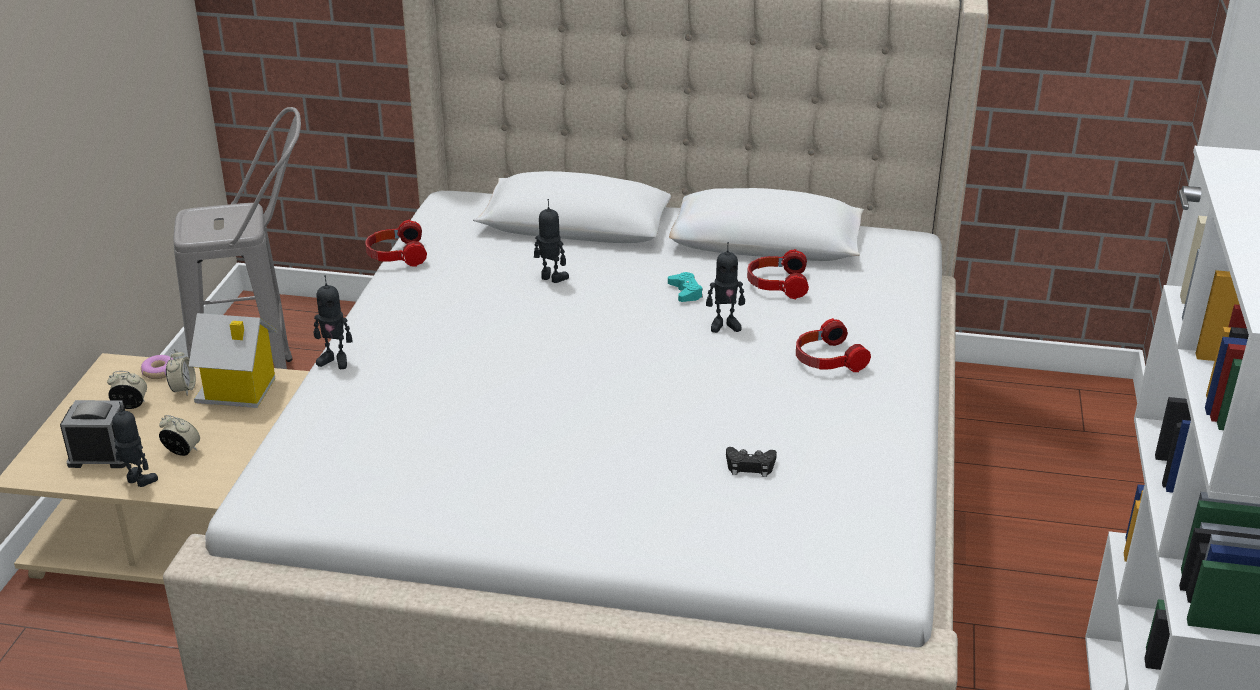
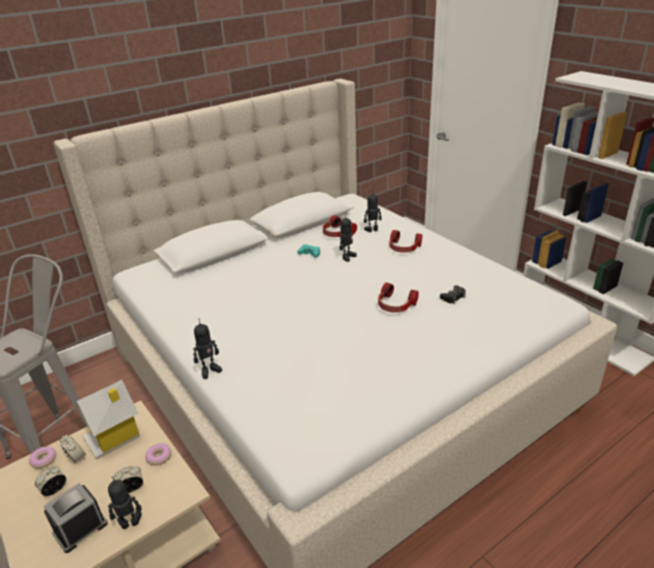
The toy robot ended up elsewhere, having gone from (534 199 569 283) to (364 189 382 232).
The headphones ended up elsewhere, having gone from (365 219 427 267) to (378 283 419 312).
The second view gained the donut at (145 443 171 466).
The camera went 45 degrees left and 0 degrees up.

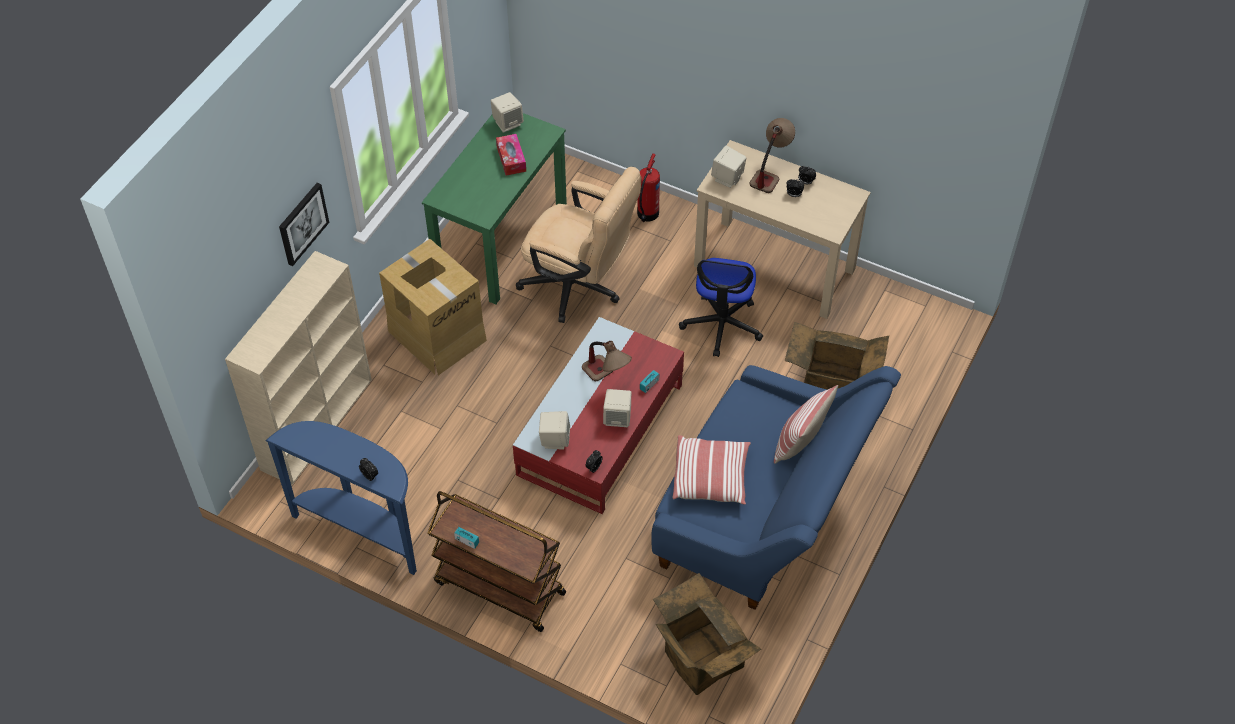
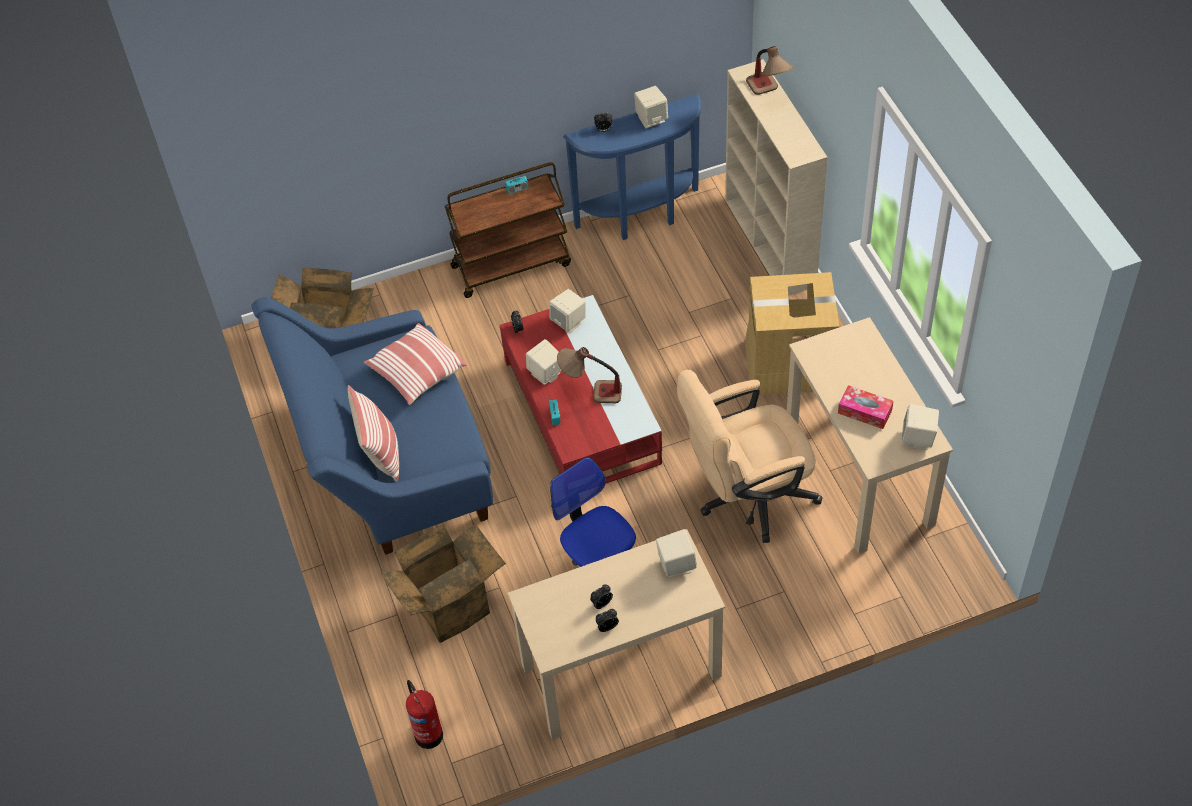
What was the green desk at (422 113 567 304) turned into the beige desk at (787 317 953 554).
The table lamp ended up elsewhere, having gone from (750 118 795 193) to (746 46 793 95).
The fire extinguisher ended up elsewhere, having gone from (637 153 660 222) to (406 680 443 749).
The second view lost the picture at (279 183 329 266).
The second view gained the beige speaker at (634 86 668 129).
The camera went 135 degrees right and 0 degrees up.

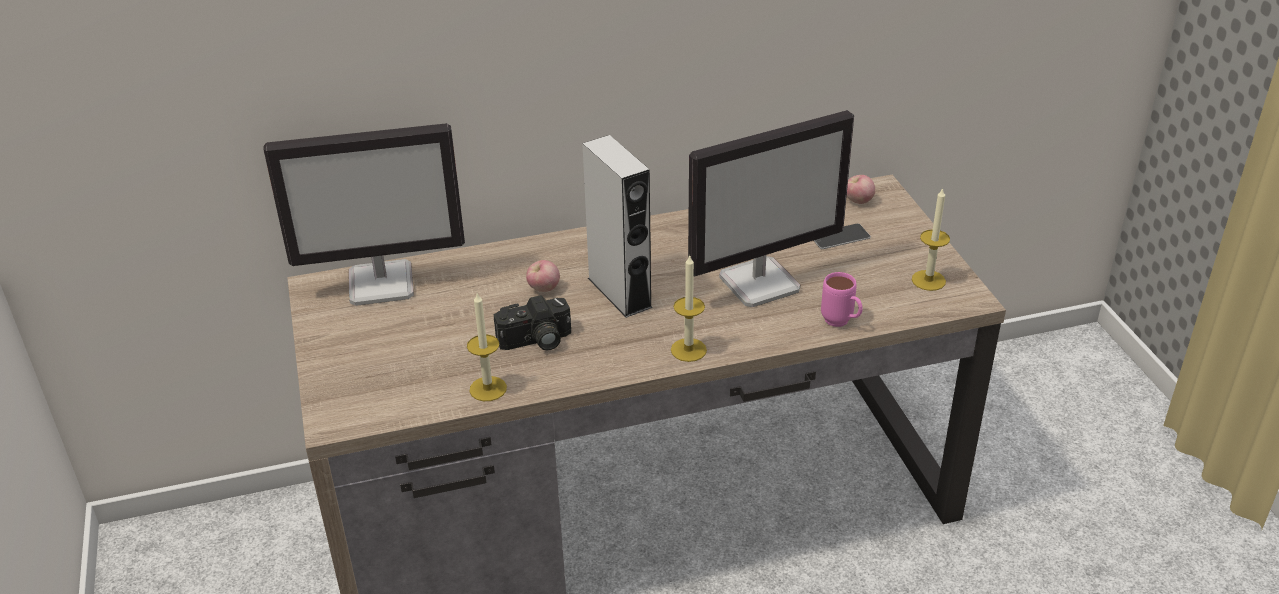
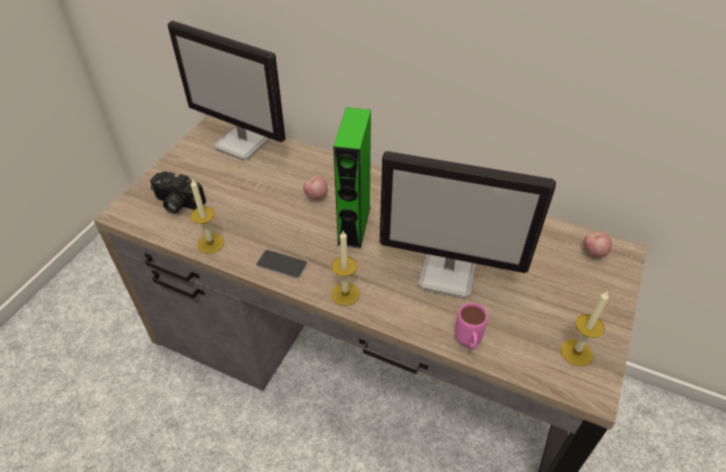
What was the grey speaker at (582 135 653 318) turned into the green speaker at (333 107 371 249).
The phone ended up elsewhere, having gone from (814 223 871 249) to (256 250 308 279).
The photo camera ended up elsewhere, having gone from (494 295 571 350) to (150 171 206 214).
The camera went 40 degrees right and 10 degrees up.

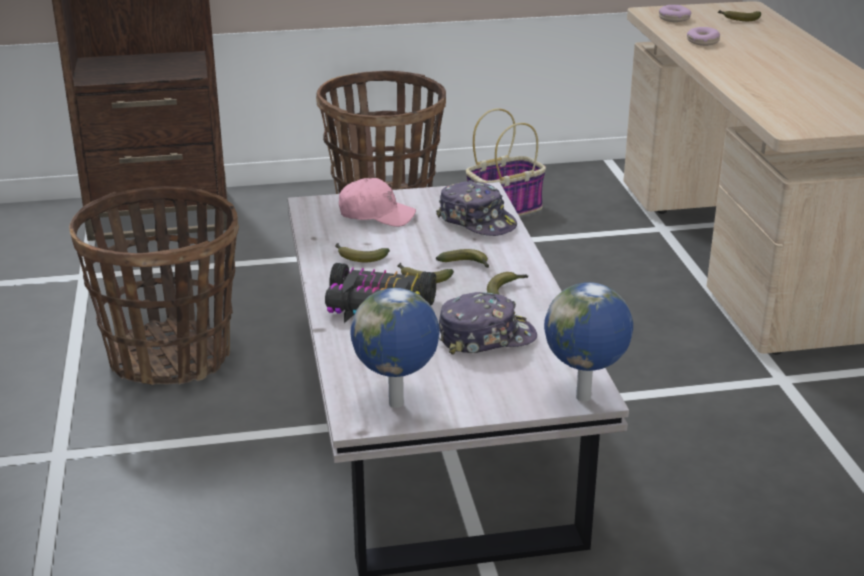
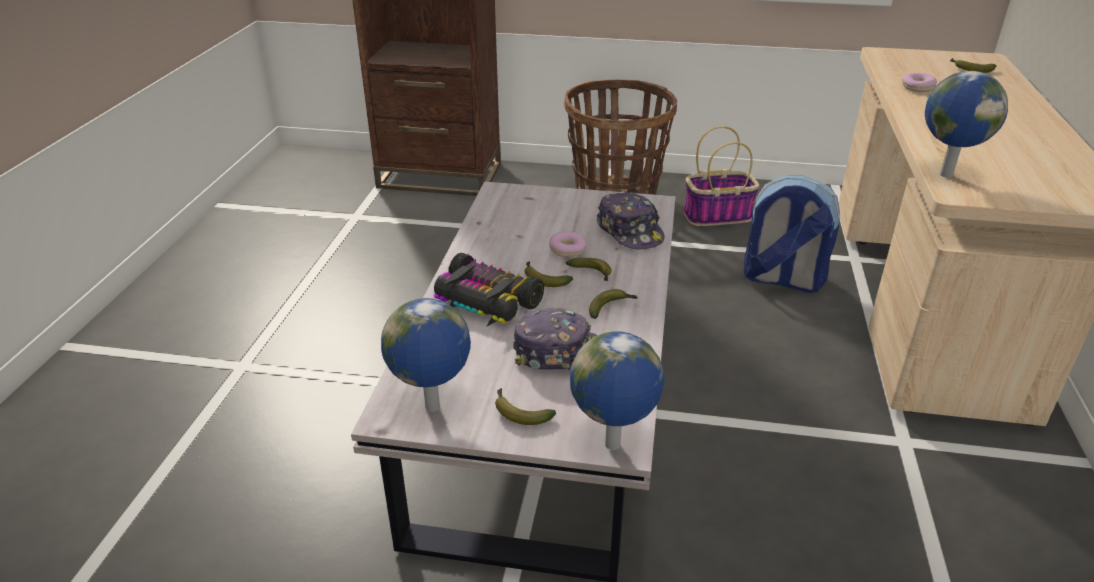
The donut ended up elsewhere, having gone from (659 5 691 22) to (549 231 586 257).
The second view lost the pink cap at (339 178 416 227).
The second view lost the basket at (69 186 239 385).
The banana ended up elsewhere, having gone from (335 243 390 262) to (495 388 556 425).
The second view gained the globe at (925 71 1008 178).
The second view gained the backpack at (744 176 840 293).
The camera went 20 degrees right and 5 degrees up.

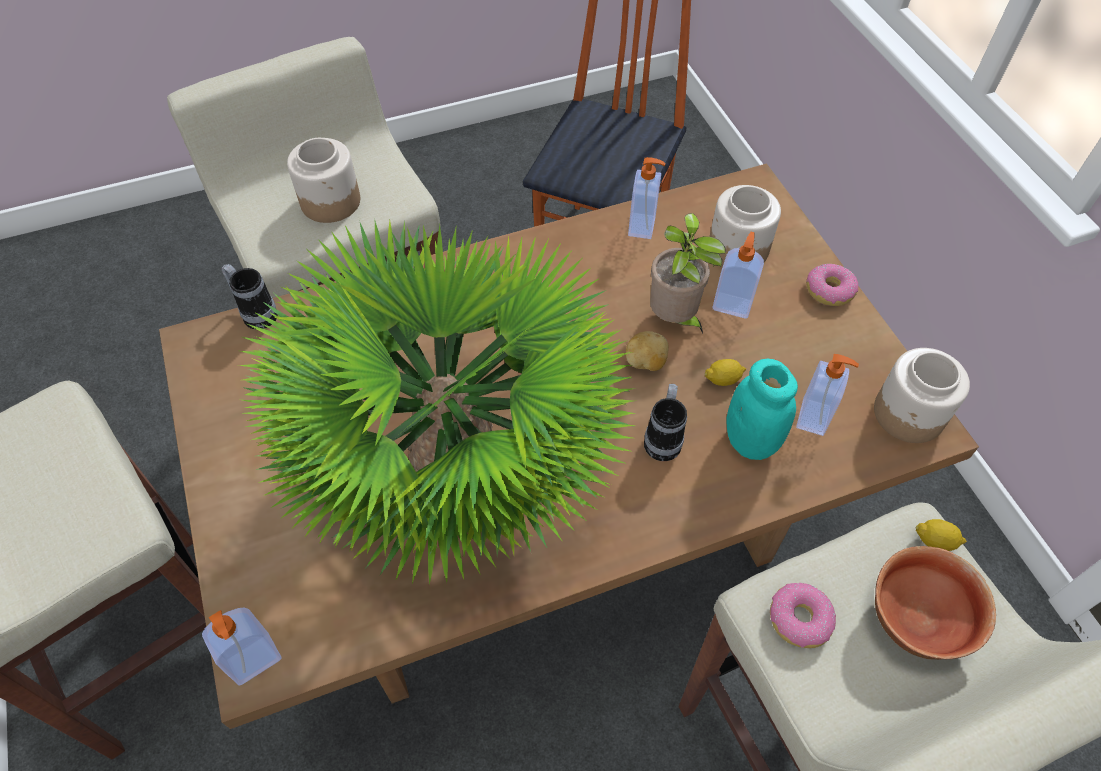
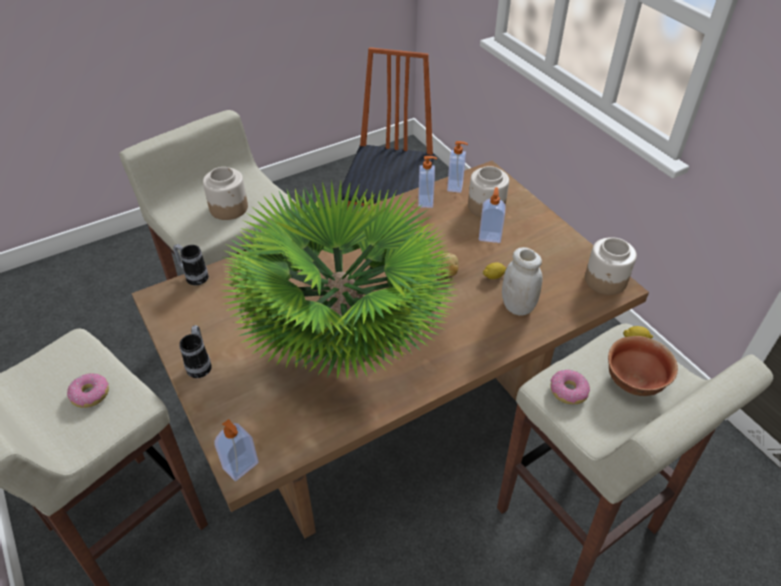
The second view lost the potted plant at (650 213 726 333).
The donut ended up elsewhere, having gone from (806 264 858 306) to (67 373 109 408).
The soap dispenser ended up elsewhere, having gone from (796 354 859 436) to (447 141 468 193).
What was the turquoise jar at (727 359 798 460) turned into the white jar at (502 247 543 316).
The mug ended up elsewhere, having gone from (644 384 687 461) to (179 325 212 378).
The camera went 10 degrees left and 10 degrees down.

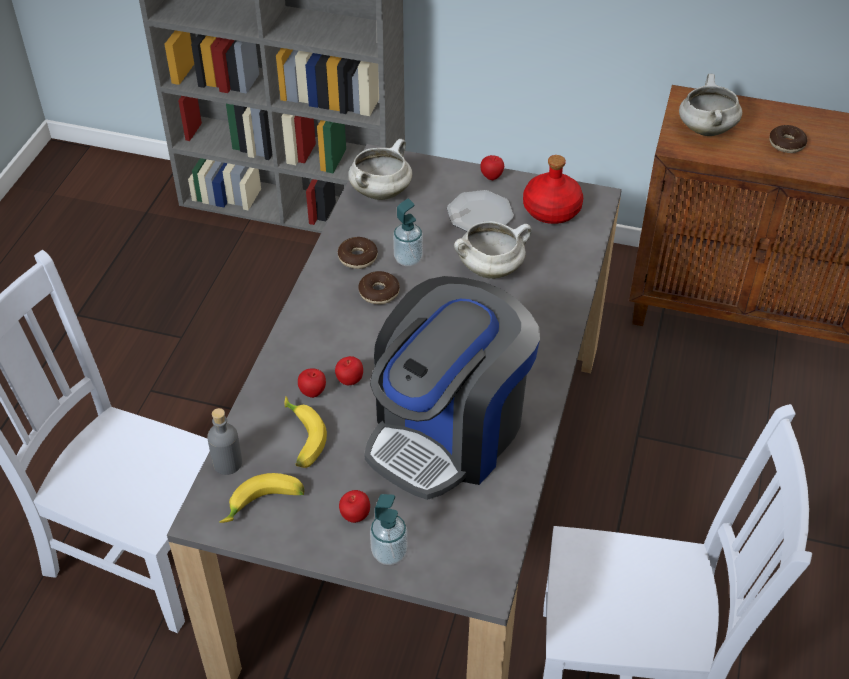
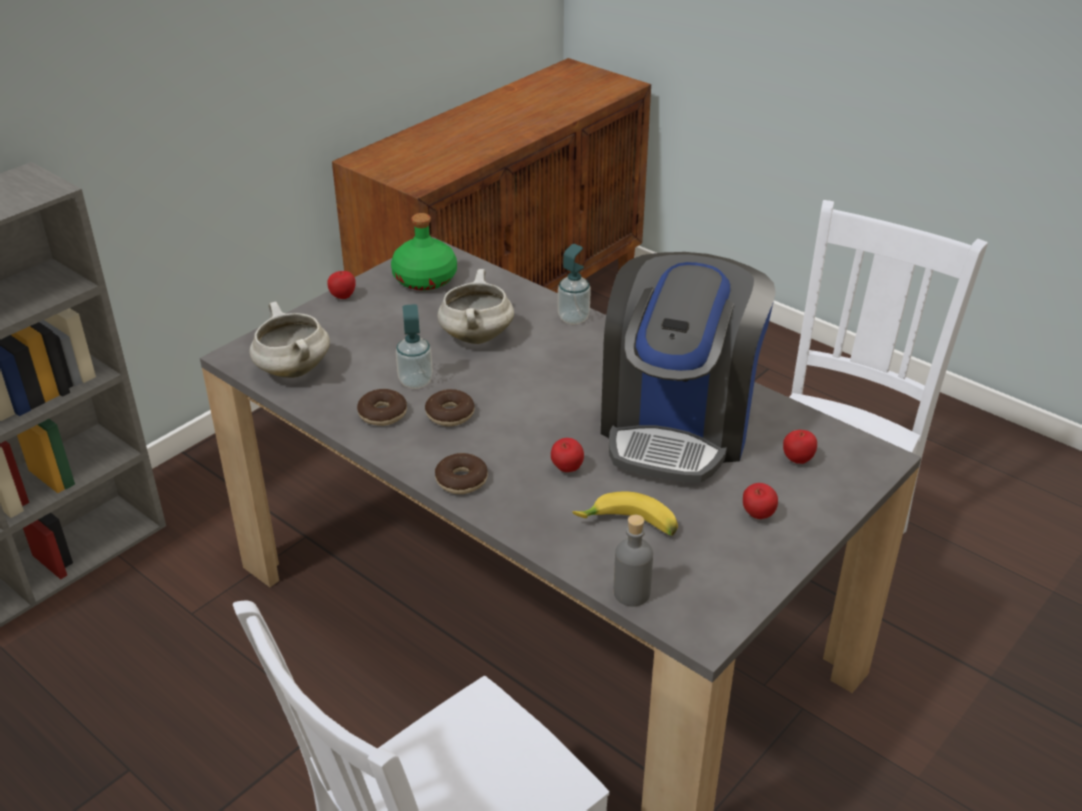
The second view lost the white cooking pot at (679 74 742 136).
The donut ended up elsewhere, having gone from (769 125 807 153) to (435 453 488 494).
What was the red bottle at (523 155 583 224) turned into the green bottle at (391 213 457 290).
The second view lost the plate at (447 190 514 231).
The coffee machine at (364 276 540 500) ended up facing another way, 45 degrees clockwise from before.
The apple ended up elsewhere, having gone from (298 368 326 398) to (783 430 817 464).
The second view lost the banana at (219 473 304 523).
The soap dispenser ended up elsewhere, having gone from (370 494 407 565) to (558 244 591 325).
The camera went 65 degrees left and 10 degrees down.

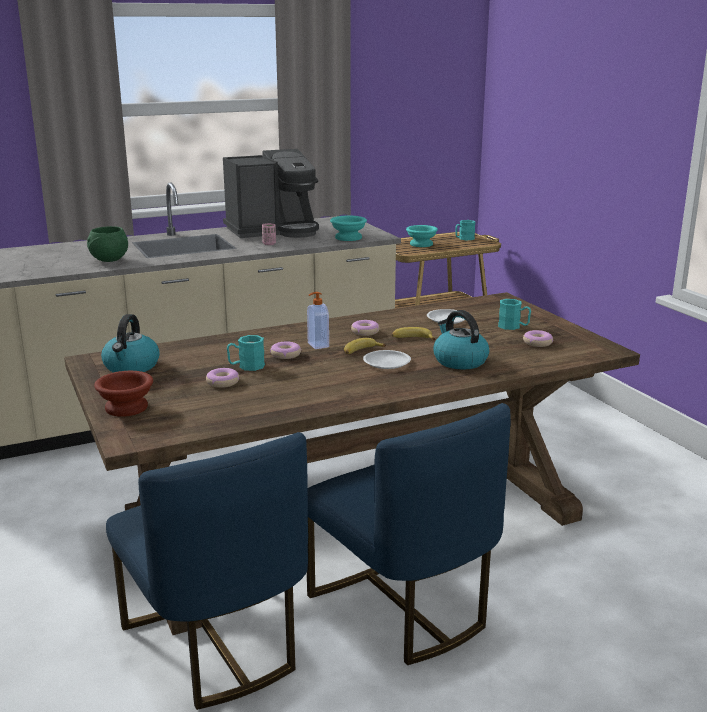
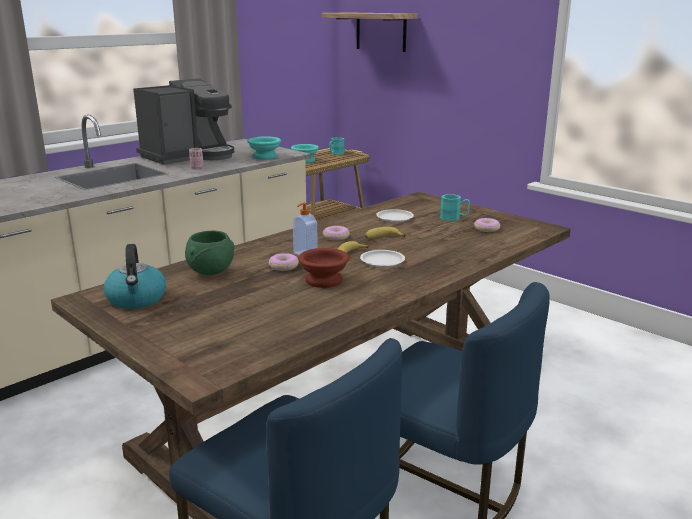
The green bowl ended up elsewhere, having gone from (87 226 128 262) to (185 231 235 275).
The second view lost the kettle at (433 310 489 370).
The second view lost the turquoise mug at (227 335 265 371).
The second view lost the donut at (206 368 239 388).
The brown bowl ended up elsewhere, having gone from (94 371 153 417) to (298 248 349 288).
The second view gained the shelf at (322 12 417 52).
The camera went 20 degrees left and 0 degrees up.

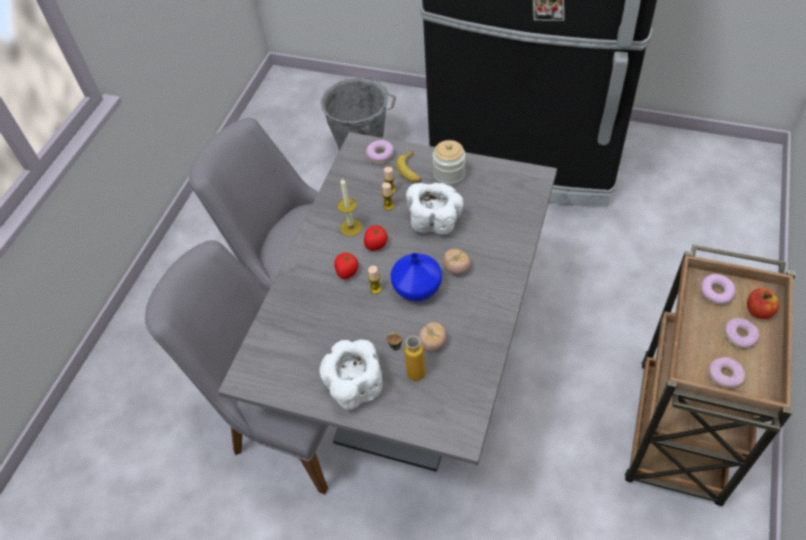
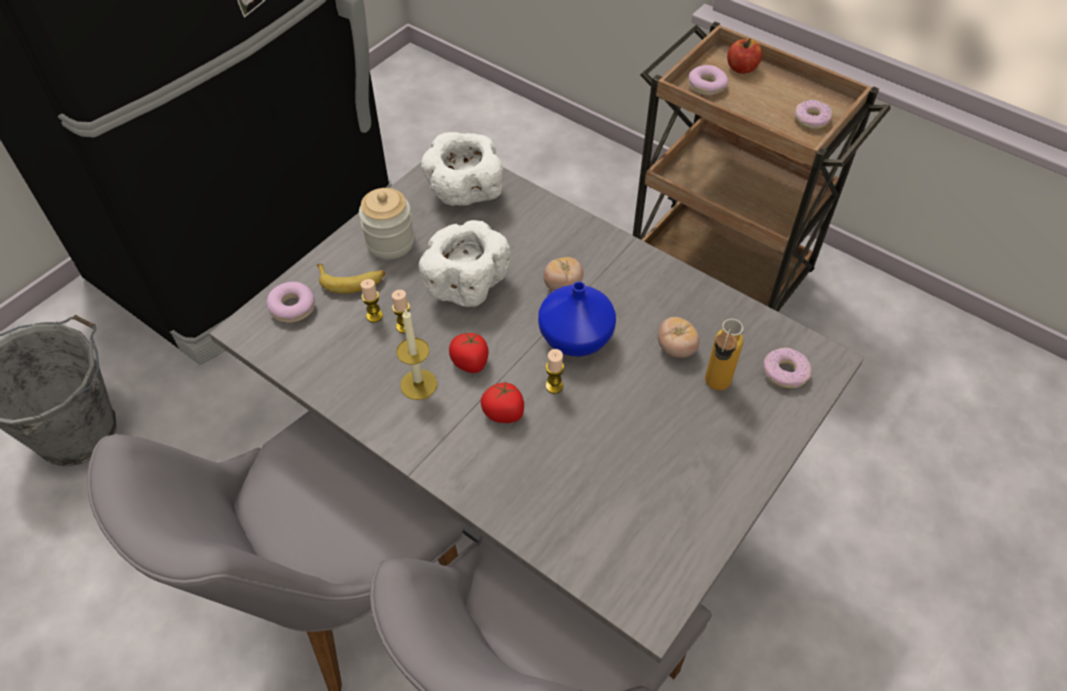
The donut ended up elsewhere, having gone from (725 318 759 348) to (763 348 812 388).
The white bowl ended up elsewhere, having gone from (319 340 383 410) to (421 132 503 206).
The camera went 75 degrees left and 0 degrees up.

